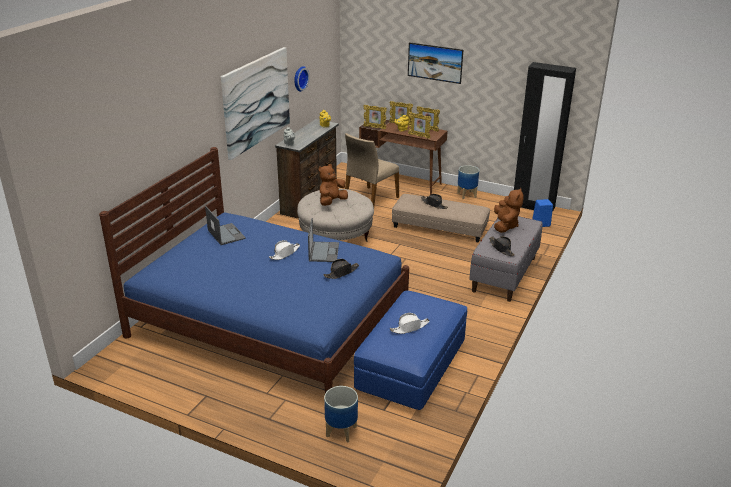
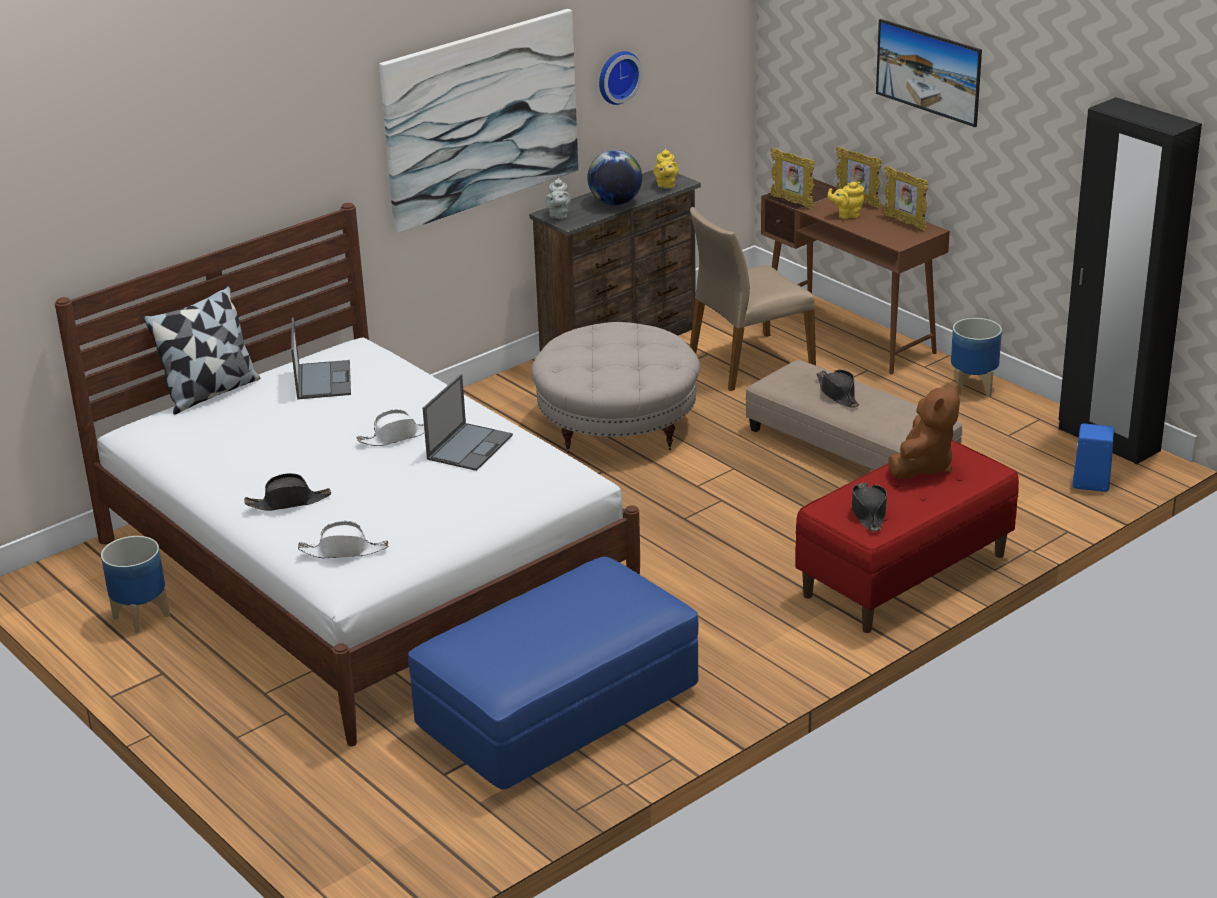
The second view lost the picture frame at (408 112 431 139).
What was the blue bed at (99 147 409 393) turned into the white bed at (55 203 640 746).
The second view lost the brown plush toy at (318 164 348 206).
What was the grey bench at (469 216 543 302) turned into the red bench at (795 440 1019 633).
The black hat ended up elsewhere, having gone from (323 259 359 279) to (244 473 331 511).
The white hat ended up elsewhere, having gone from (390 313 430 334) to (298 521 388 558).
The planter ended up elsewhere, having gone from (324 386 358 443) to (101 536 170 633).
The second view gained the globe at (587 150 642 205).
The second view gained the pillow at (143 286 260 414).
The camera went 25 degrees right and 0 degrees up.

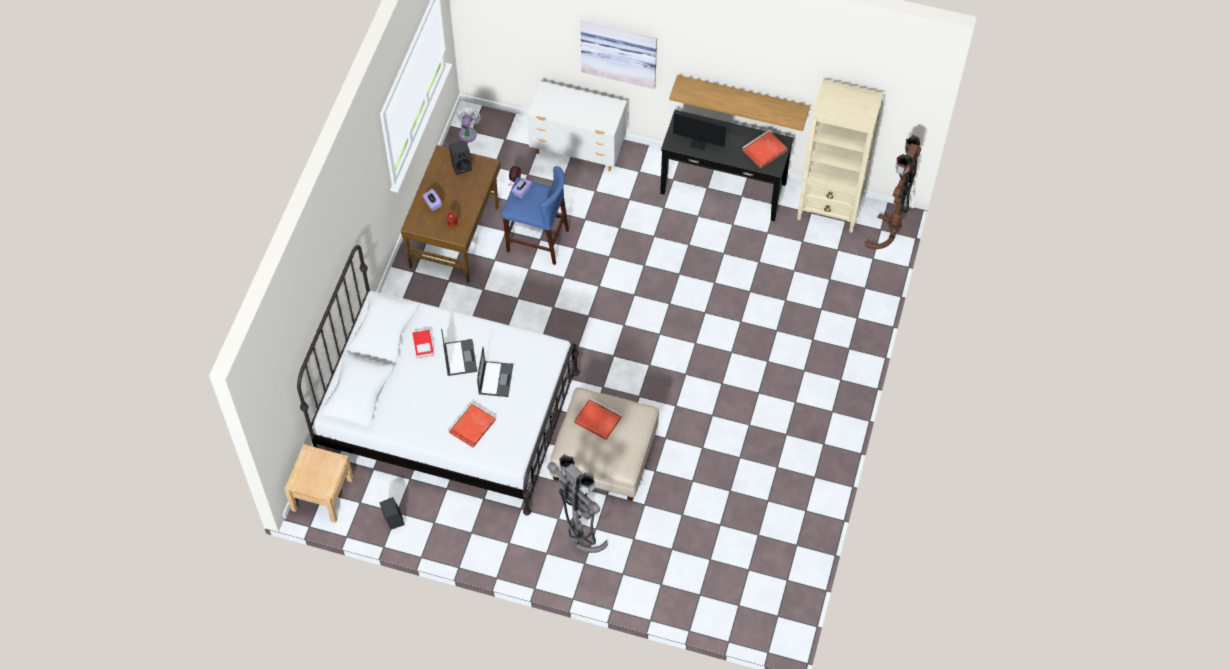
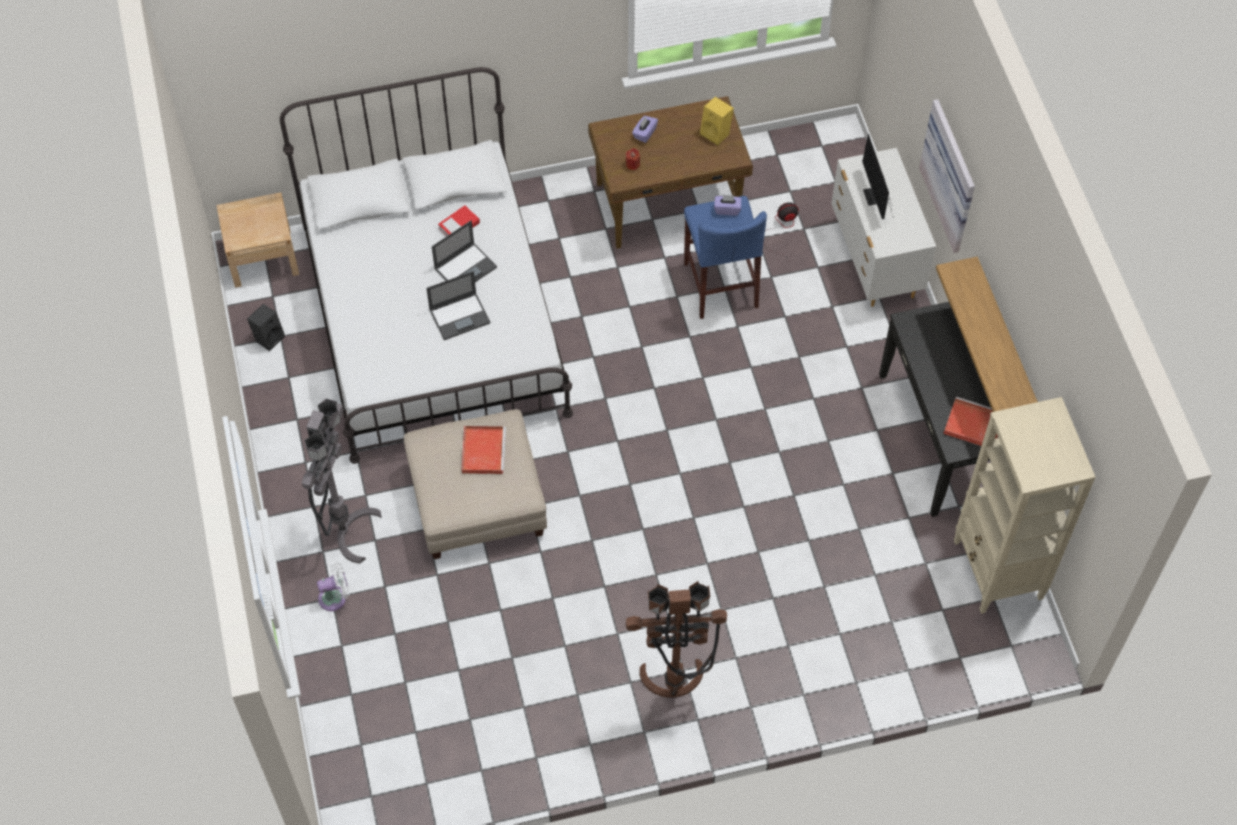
The white fan ended up elsewhere, having gone from (456 107 480 142) to (317 562 350 611).
The monitor ended up elsewhere, having gone from (673 113 736 150) to (862 134 893 219).
The brown floor lamp ended up elsewhere, having gone from (865 135 921 249) to (626 581 727 698).
What was the black speaker at (449 141 472 175) turned into the yellow speaker at (700 97 734 146).
The second view lost the red tray at (448 403 496 448).
The camera went 60 degrees right and 0 degrees up.

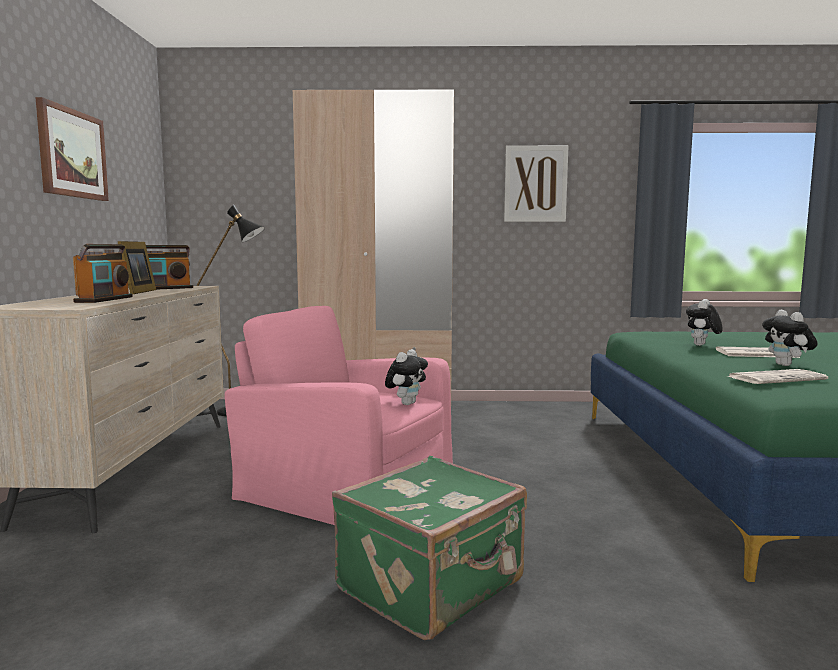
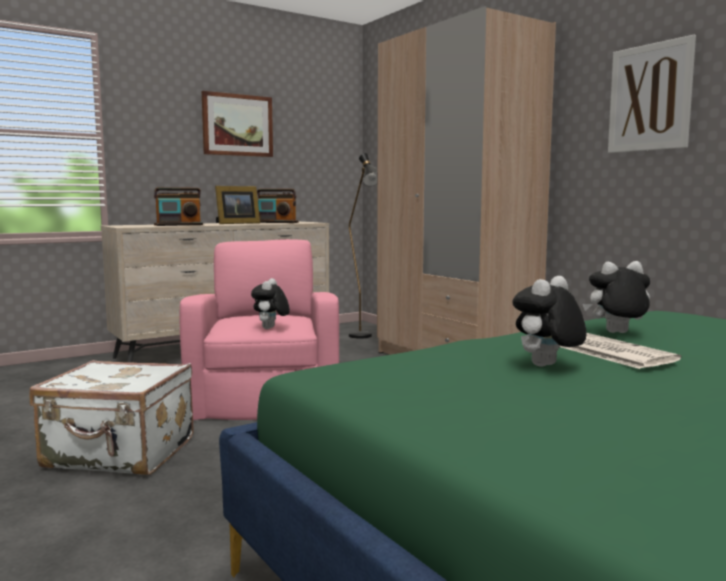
The plush toy at (385 349 428 405) ended up facing another way, 105 degrees clockwise from before.
The second view lost the newspaper at (726 369 828 384).
What was the green suitcase at (332 456 527 640) turned into the white suitcase at (29 360 194 475).
The camera went 55 degrees right and 0 degrees up.

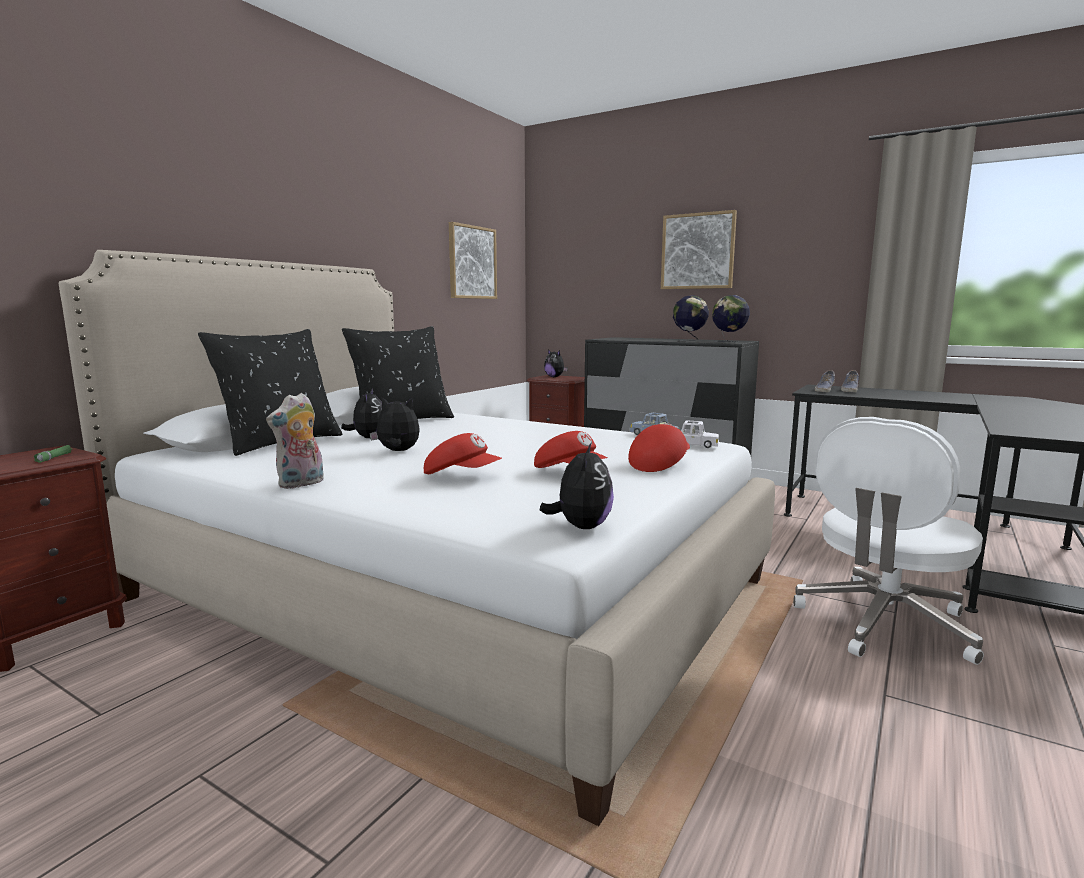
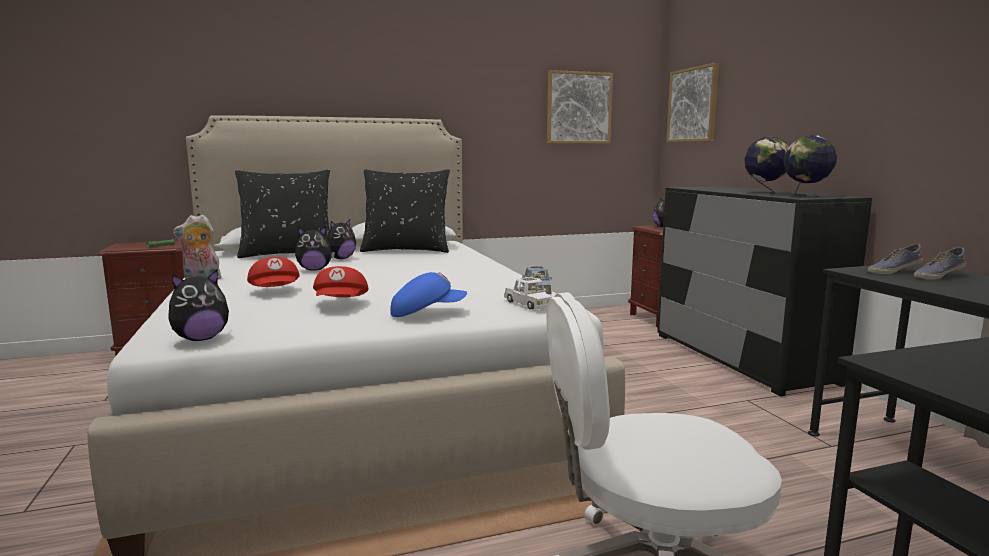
The picture ended up elsewhere, having gone from (661 210 737 289) to (666 63 719 142).
The plush toy at (369 397 420 451) ended up facing another way, 120 degrees clockwise from before.
What was the red cap at (628 423 690 472) turned into the blue cap at (391 272 467 317).
The camera went 40 degrees right and 0 degrees up.

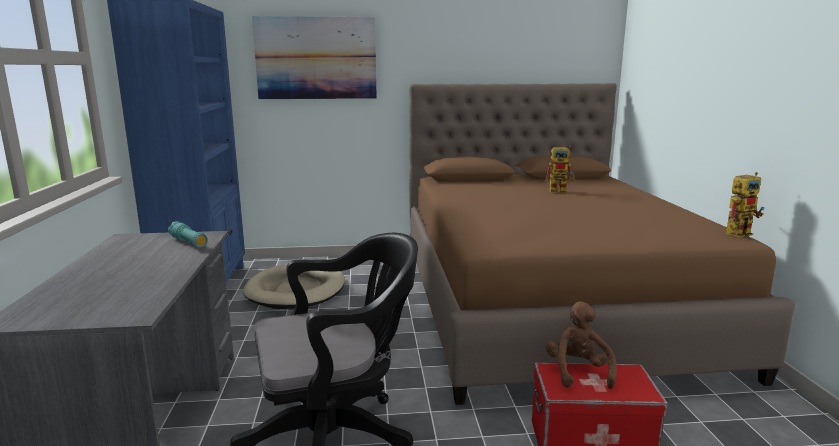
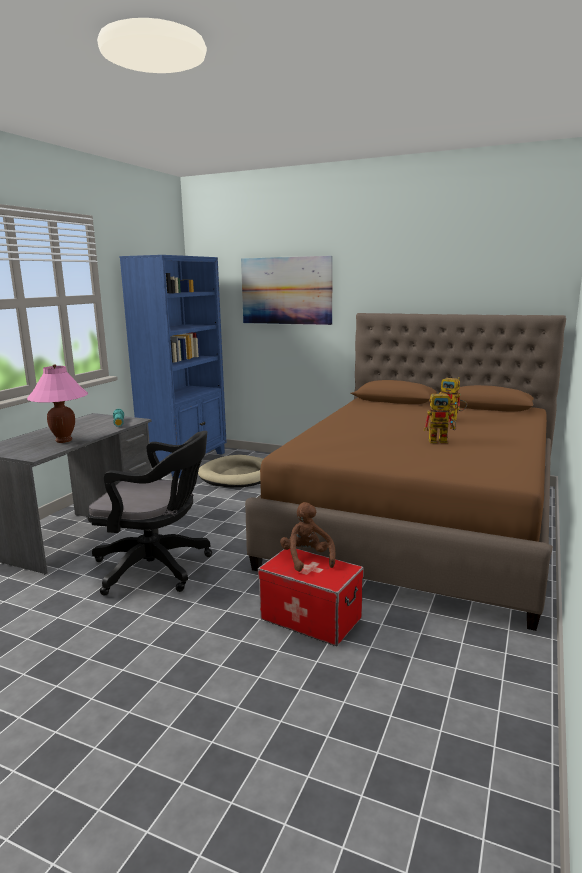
The toy robot ended up elsewhere, having gone from (726 172 764 237) to (424 392 456 443).
The brown plush toy at (546 301 617 389) ended up facing another way, 45 degrees counterclockwise from before.
The second view gained the pink table lamp at (27 364 88 443).
The camera went 30 degrees right and 0 degrees up.

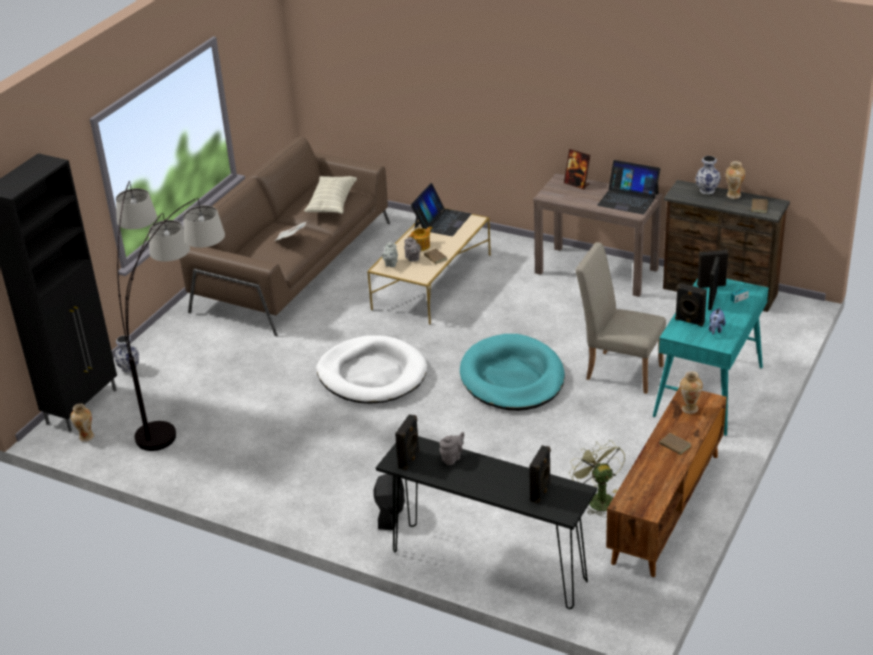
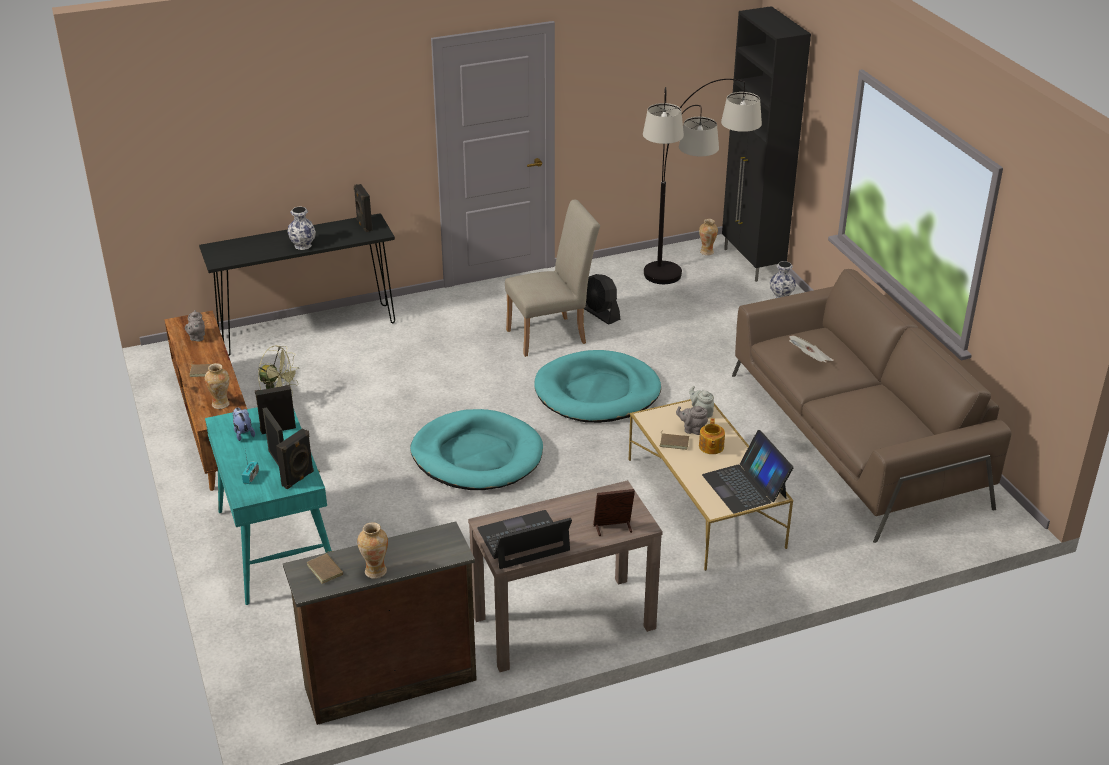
The vase ended up elsewhere, having gone from (695 156 721 194) to (287 206 316 250).
The second view lost the pillow at (304 176 357 214).
The beige chair ended up elsewhere, having gone from (575 242 666 394) to (505 200 600 357).
What was the white dog bed at (316 335 427 404) turned into the turquoise dog bed at (534 350 661 423).
The grey teapot ended up elsewhere, having gone from (439 432 464 465) to (185 310 205 342).
The second view lost the black speaker at (529 445 551 504).
The black fan ended up elsewhere, having gone from (374 474 405 530) to (584 274 620 325).
The camera went 130 degrees right and 0 degrees up.

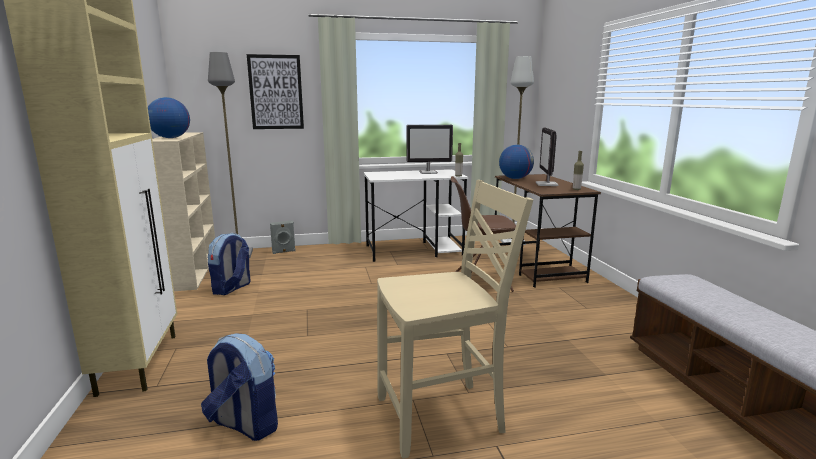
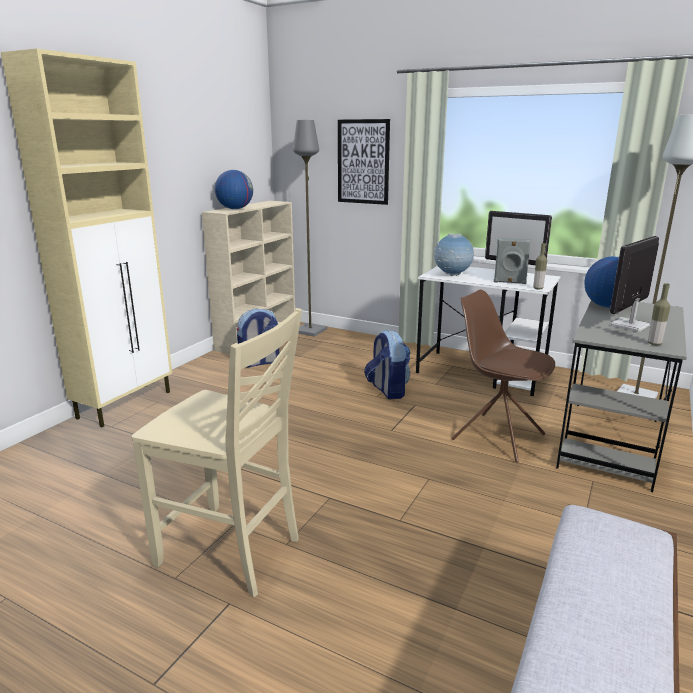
What was the brown desk at (493 174 601 288) turned into the grey desk at (556 300 687 492).
The grey speaker ended up elsewhere, having gone from (270 221 296 254) to (494 238 531 284).
The backpack ended up elsewhere, having gone from (201 333 278 441) to (364 330 411 399).
The second view gained the globe at (434 234 474 276).
The camera went 40 degrees right and 5 degrees up.

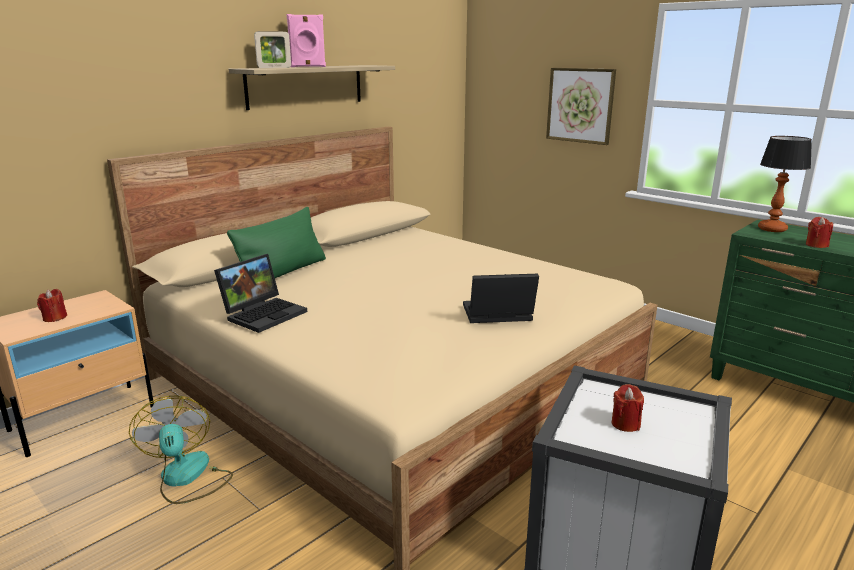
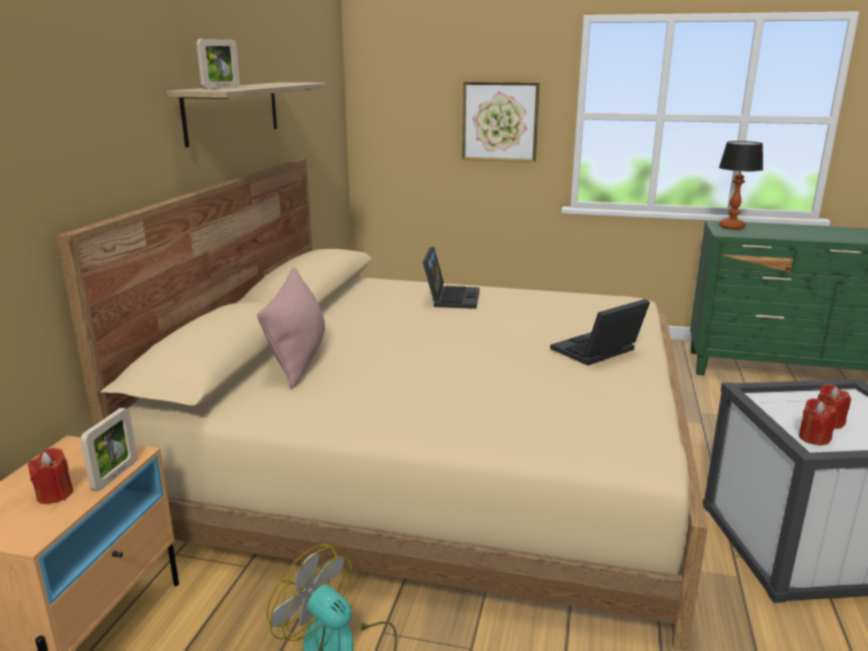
The second view lost the pink speaker at (286 14 326 67).
What was the green pillow at (227 207 326 278) turned into the pink pillow at (257 267 325 388).
The red candle ended up elsewhere, having gone from (806 217 833 248) to (799 398 837 445).
The laptop ended up elsewhere, having gone from (214 254 307 333) to (423 247 480 309).
The second view gained the picture frame at (80 408 137 491).
The camera went 30 degrees left and 0 degrees up.

